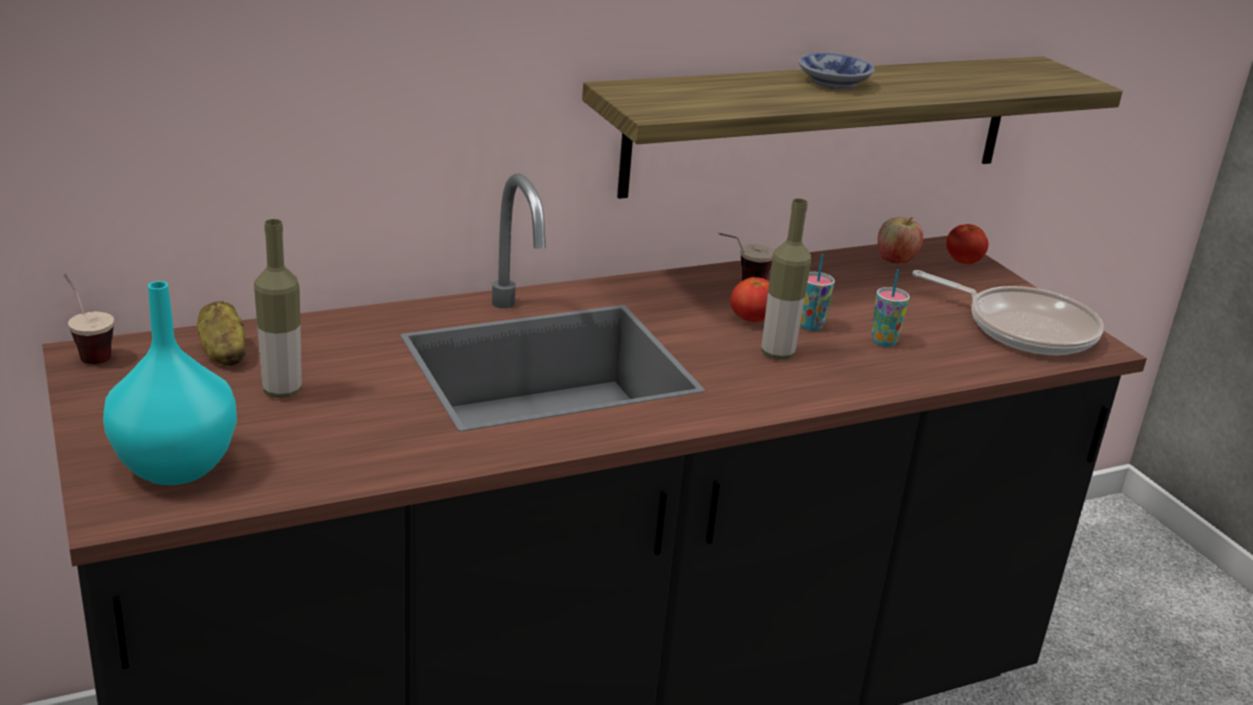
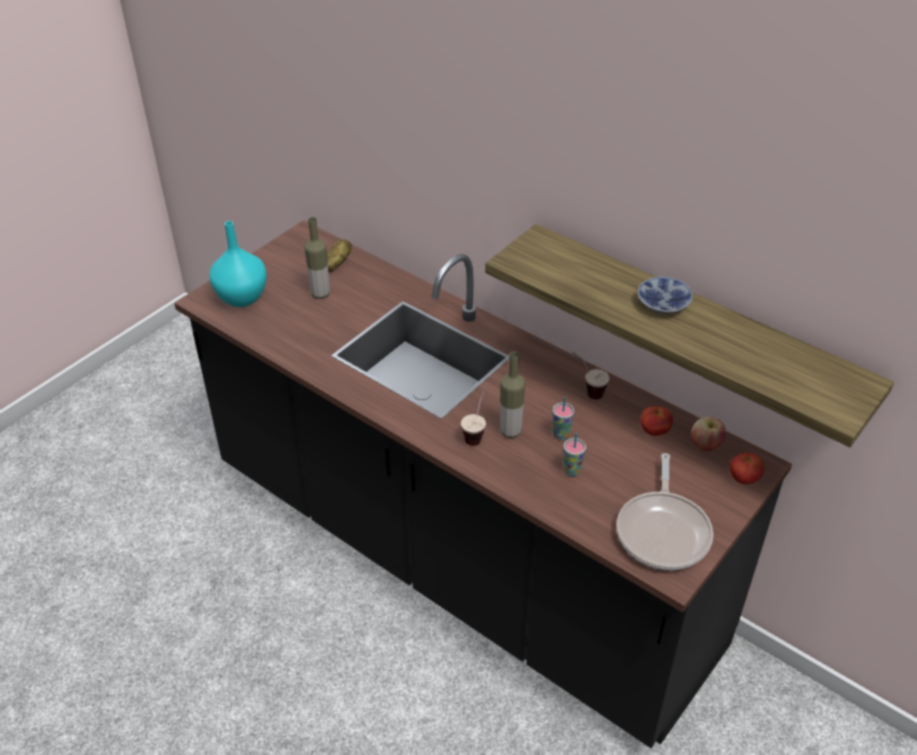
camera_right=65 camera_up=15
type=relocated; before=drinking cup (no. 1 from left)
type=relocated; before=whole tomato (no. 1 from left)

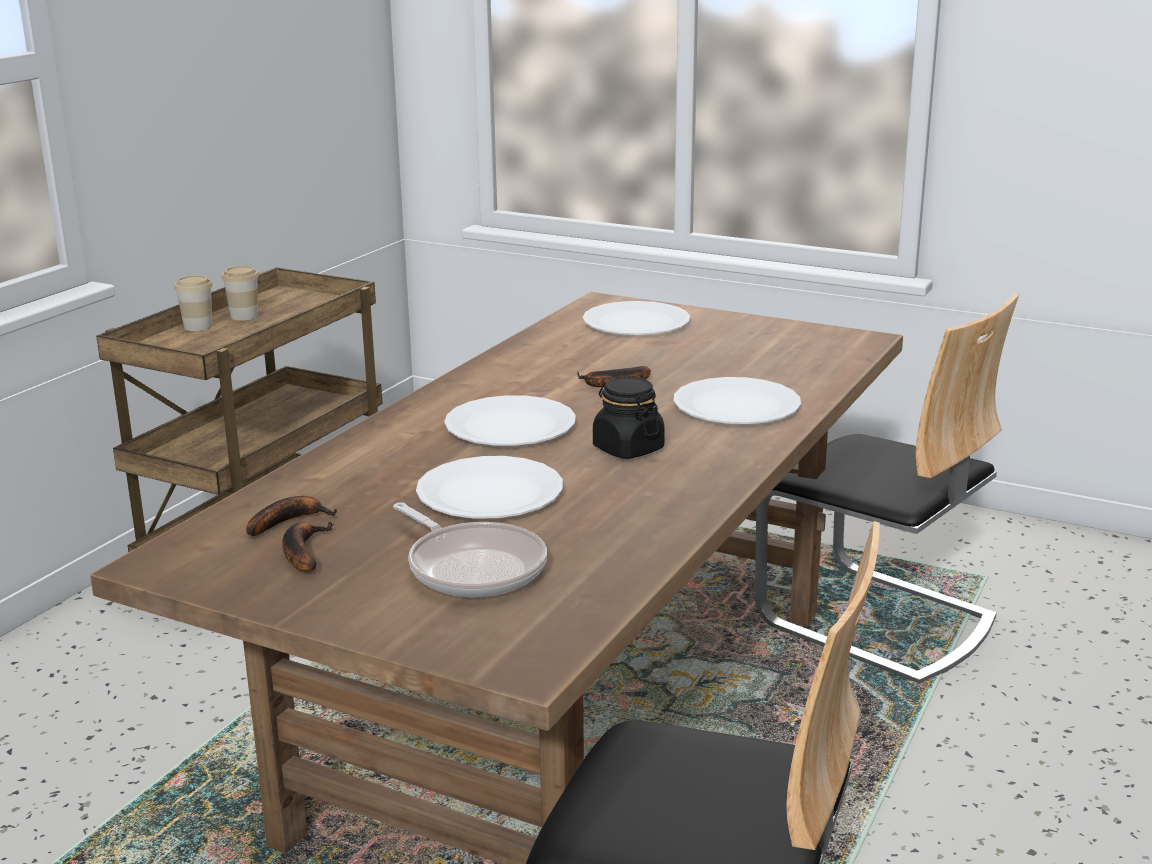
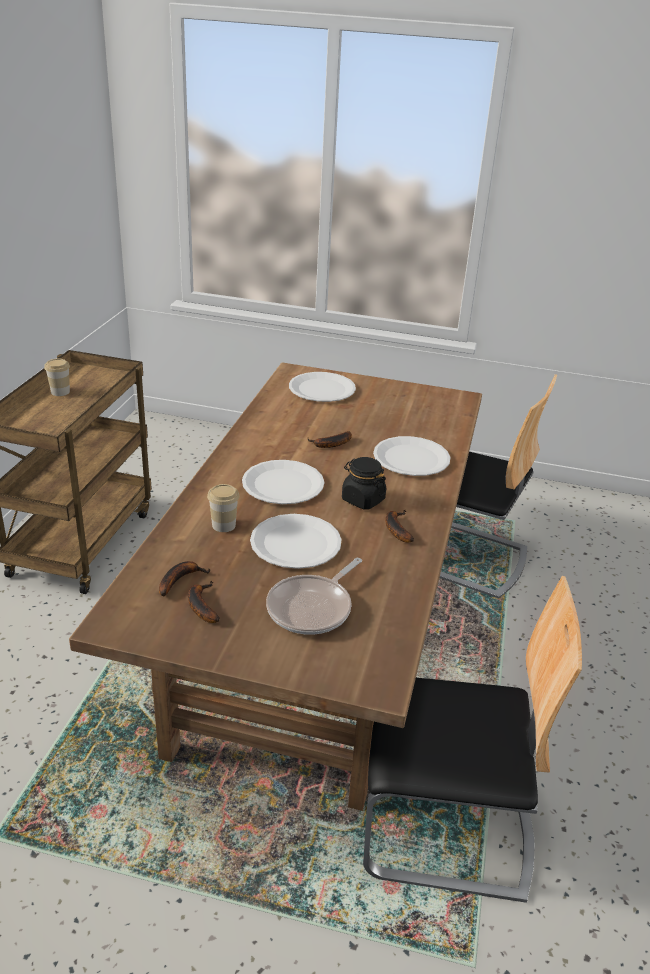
camera_right=-15 camera_up=10
type=appeared; after=banana fruit (no. 4 from left)
type=relocated; before=drinking cup (no. 1 from left in the first image); after=drinking cup (no. 2 from left)
type=spun; before=frying pan; turn=90

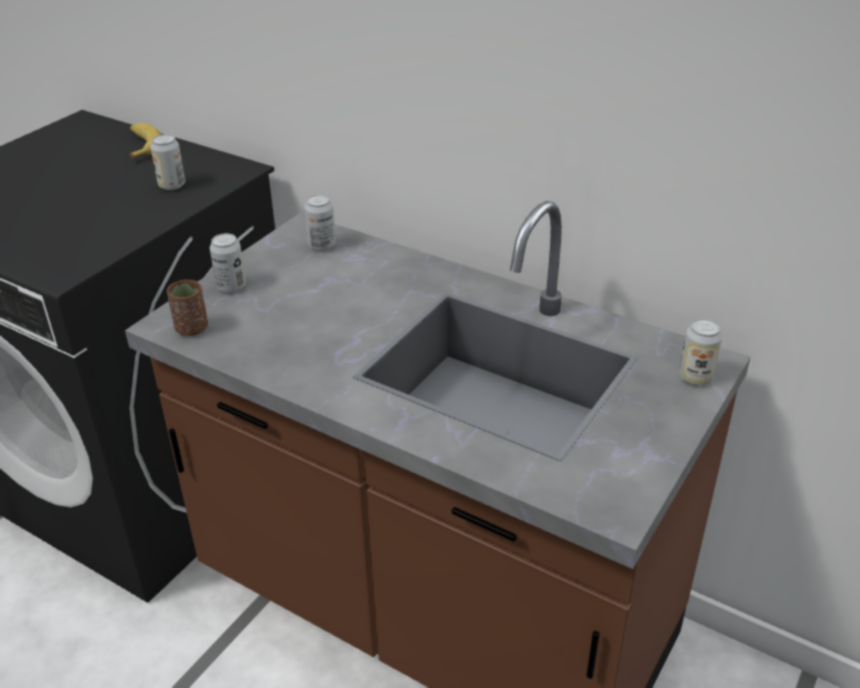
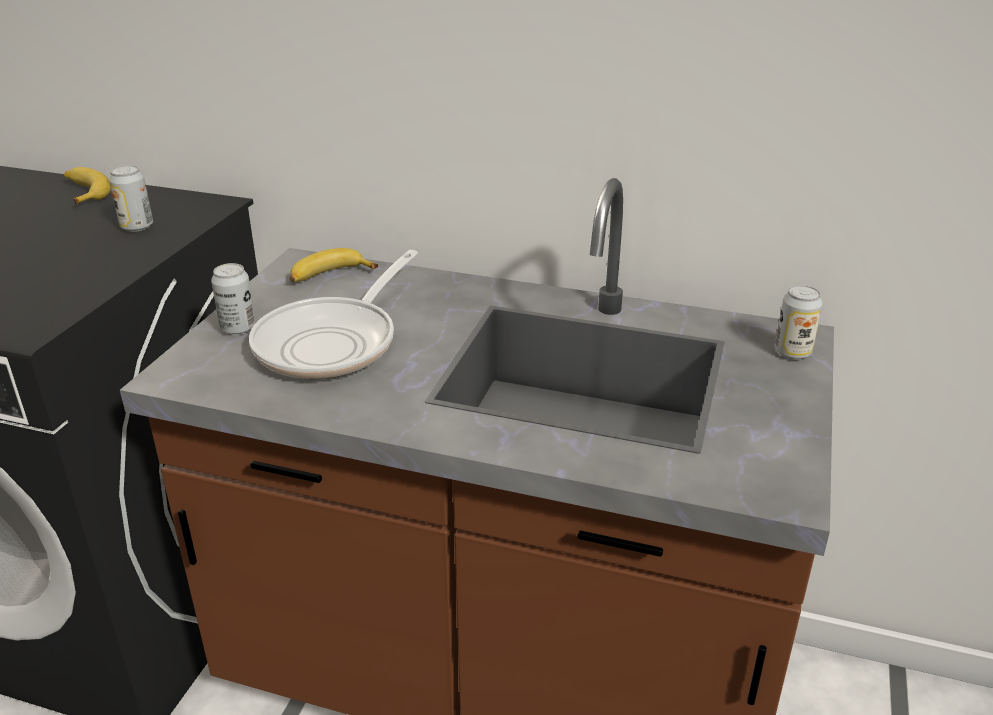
camera_right=-15 camera_up=-5
type=missing; before=brown-coloured drinking cup
type=appeared; after=frying pan
type=exchanged; before=sealed can (no. 3 from left); after=banana fruit (no. 2 from left)

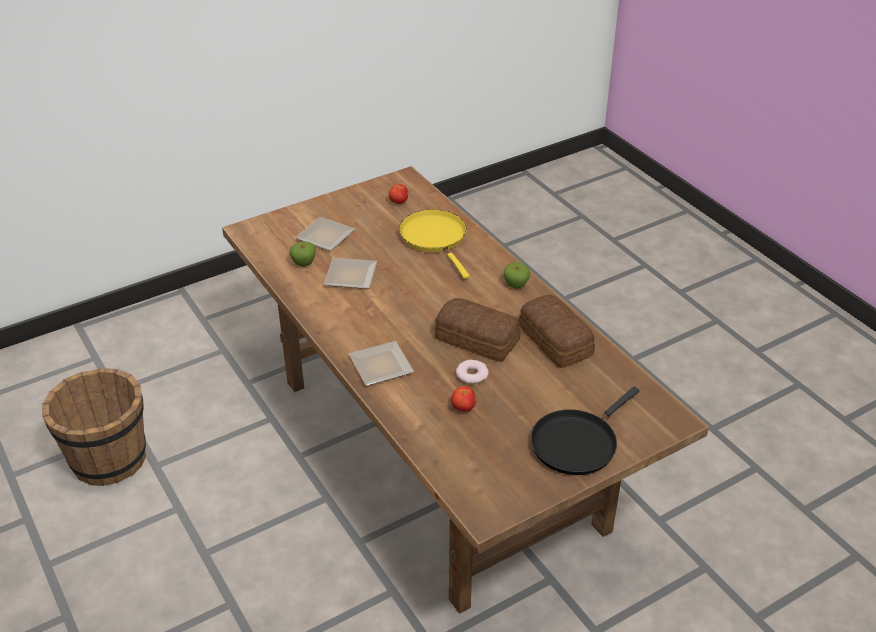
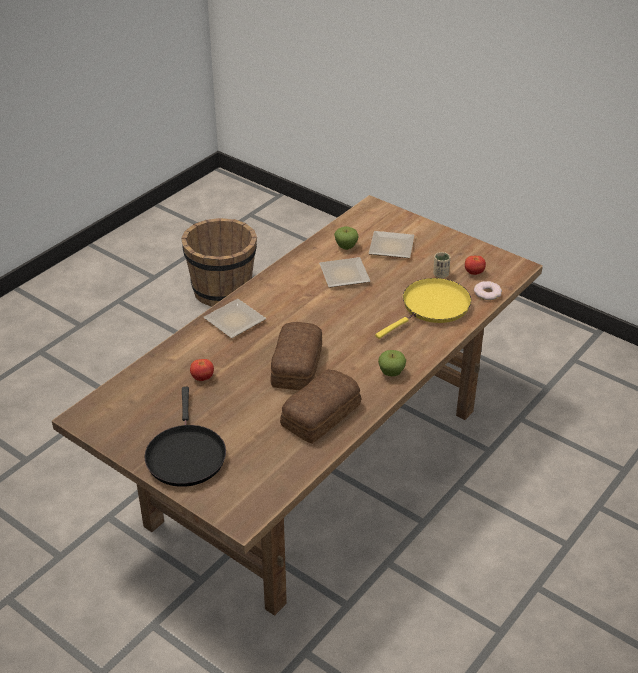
camera_right=70 camera_up=0
type=appeared; after=beige-coloured drinking cup
type=relocated; before=donut
type=spun; before=blackish frying pan; turn=-120

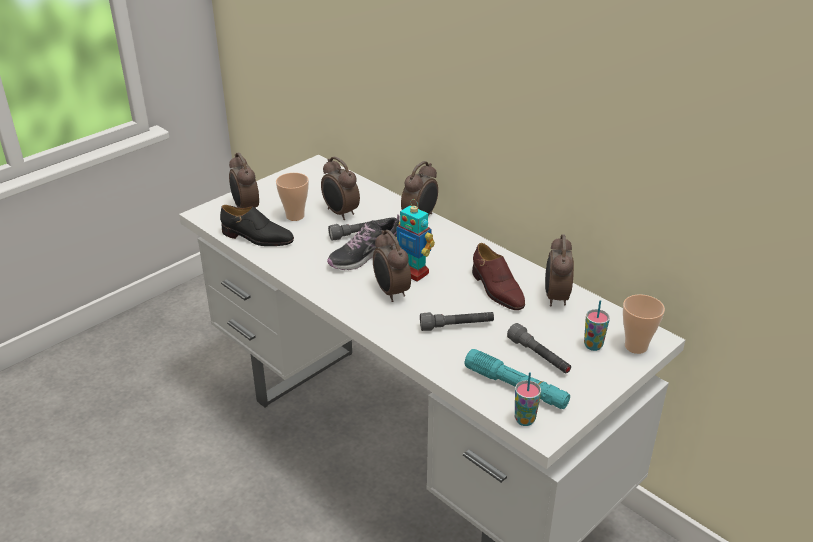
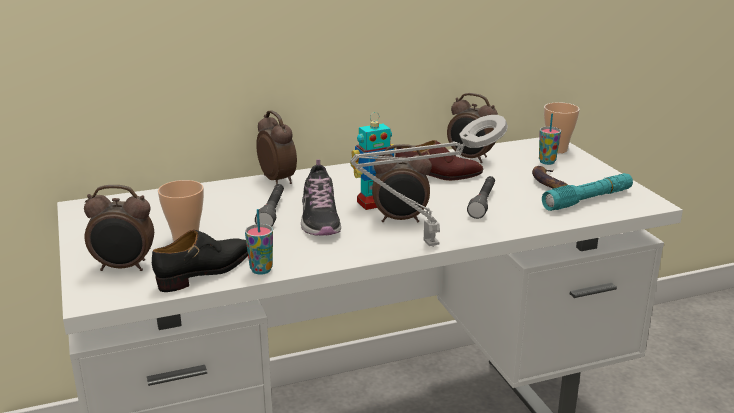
camera_right=-65 camera_up=-10
type=missing; before=alarm clock (no. 2 from left)
type=appeared; after=gray tabletop lamp
type=relocated; before=drinking cup (no. 2 from left)
type=exchanged; before=gray hand torch (no. 3 from left); after=banana fruit

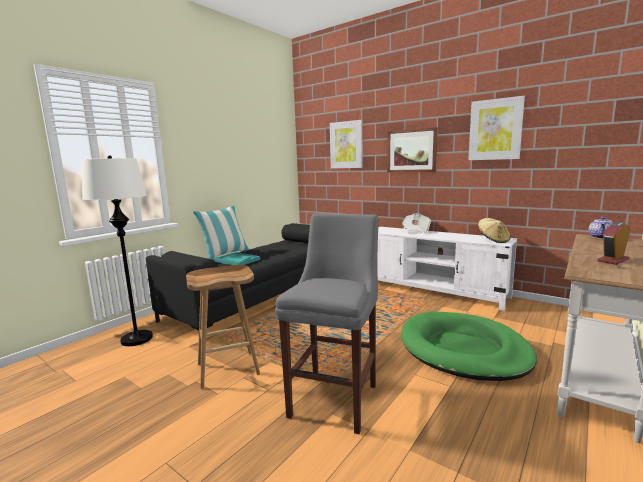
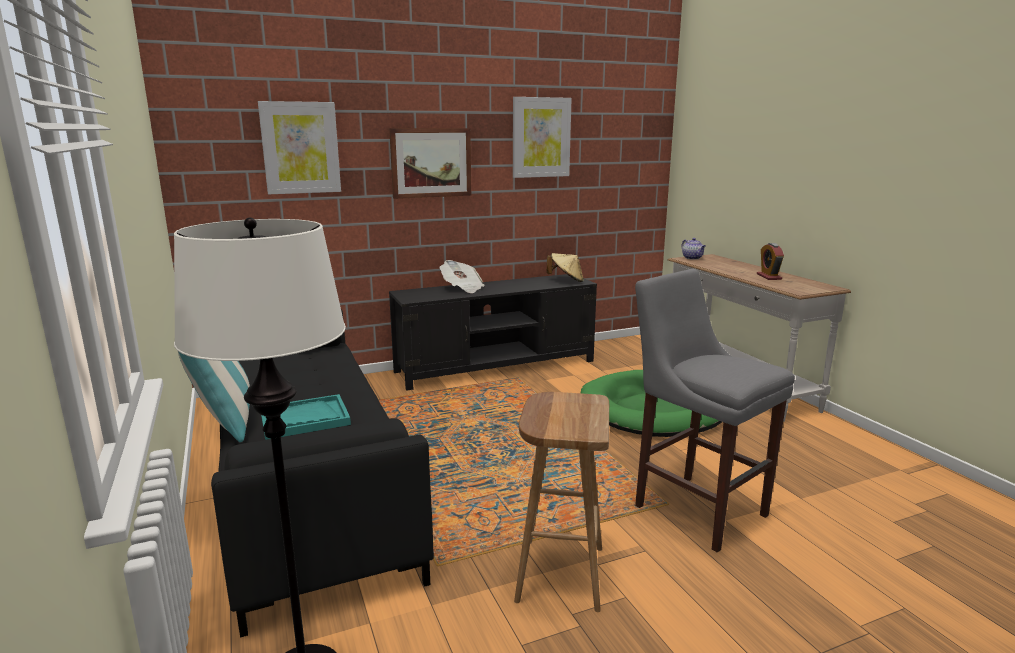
camera_right=-60 camera_up=5
type=colour; before=whitish tv unit; after=blackish tv unit

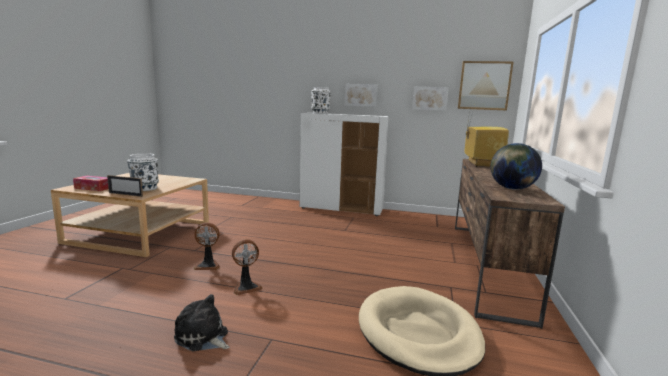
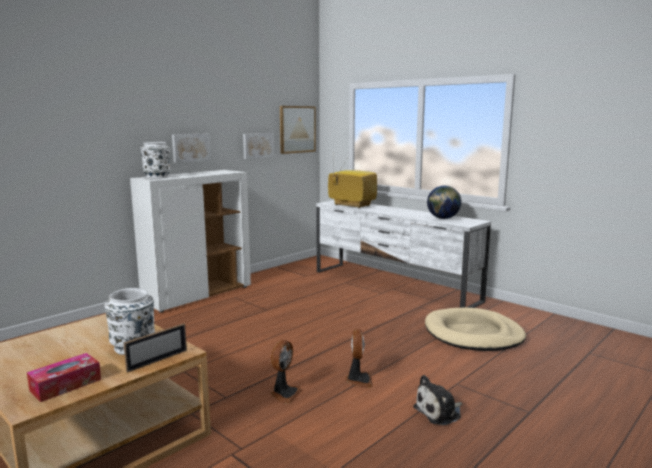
camera_right=-60 camera_up=0
type=colour; before=brown-coloured tv unit; after=whitish tv unit

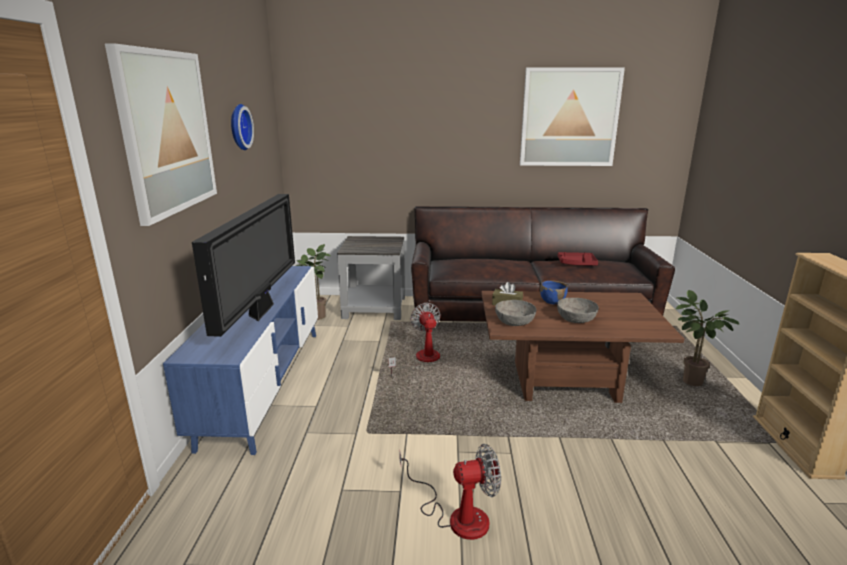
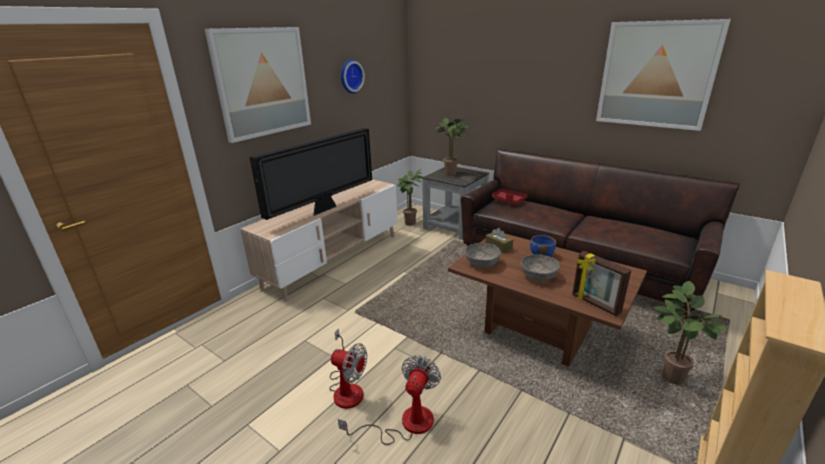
camera_right=35 camera_up=5
type=appeared; after=plant in a pot (no. 2 from left)
type=appeared; after=standing frame
type=relocated; before=cooling fan (no. 1 from left in the first image); after=cooling fan (no. 2 from left)
type=relocated; before=red carrying tray
type=colour; before=blue tv unit; after=beige-coloured tv unit

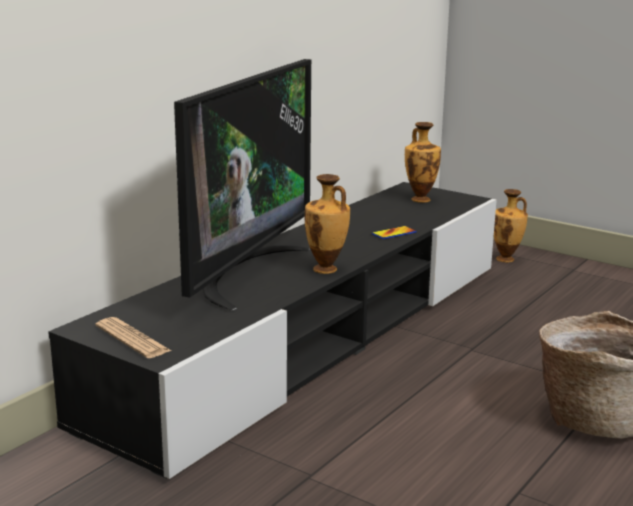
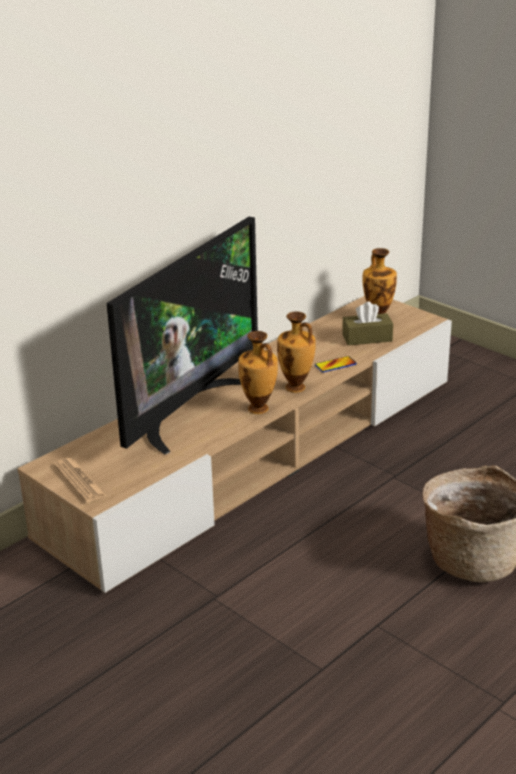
camera_right=10 camera_up=10
type=appeared; after=brown-coloured tissue holder
type=relocated; before=decorative vase (no. 3 from left in the first image); after=decorative vase (no. 2 from left)
type=colour; before=blackish tv unit; after=beige-coloured tv unit

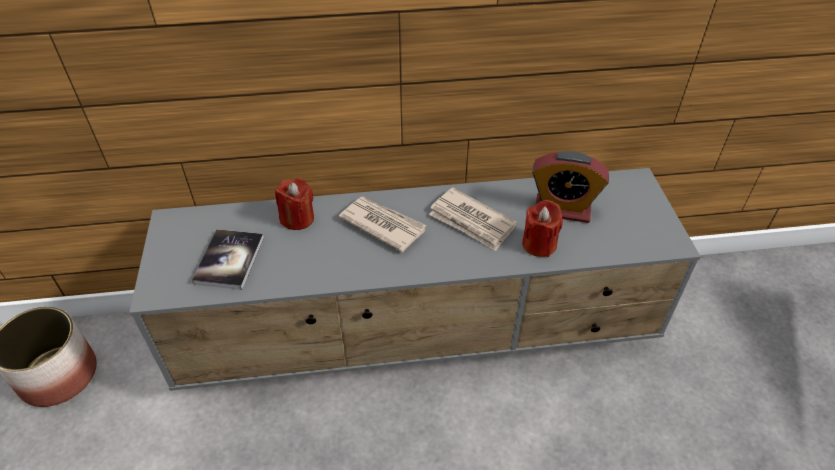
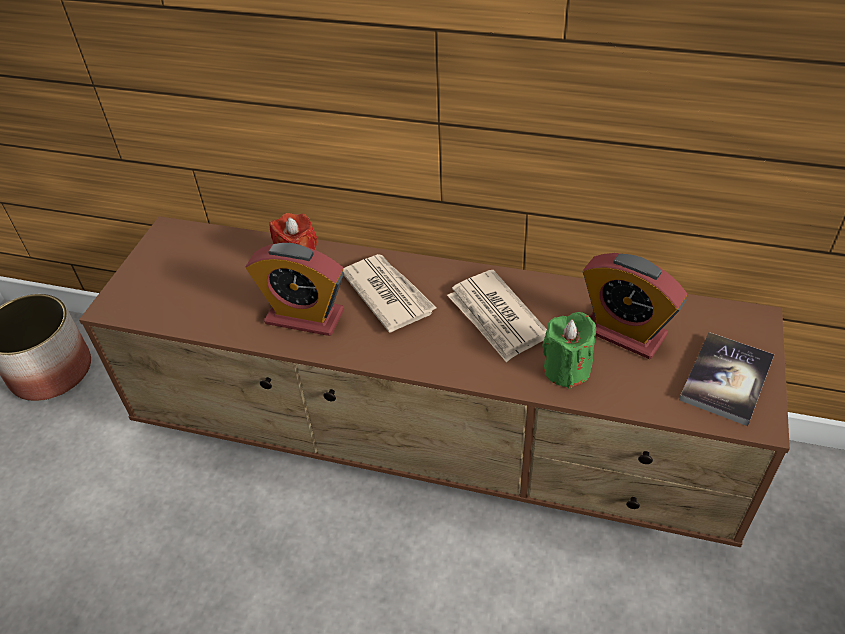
camera_right=25 camera_up=0
type=appeared; after=alarm clock (no. 1 from left)
type=relocated; before=book
type=colour; before=gray tv unit; after=brown-coloured tv unit
type=colour; before=red wax light (no. 2 from left); after=green wax light

